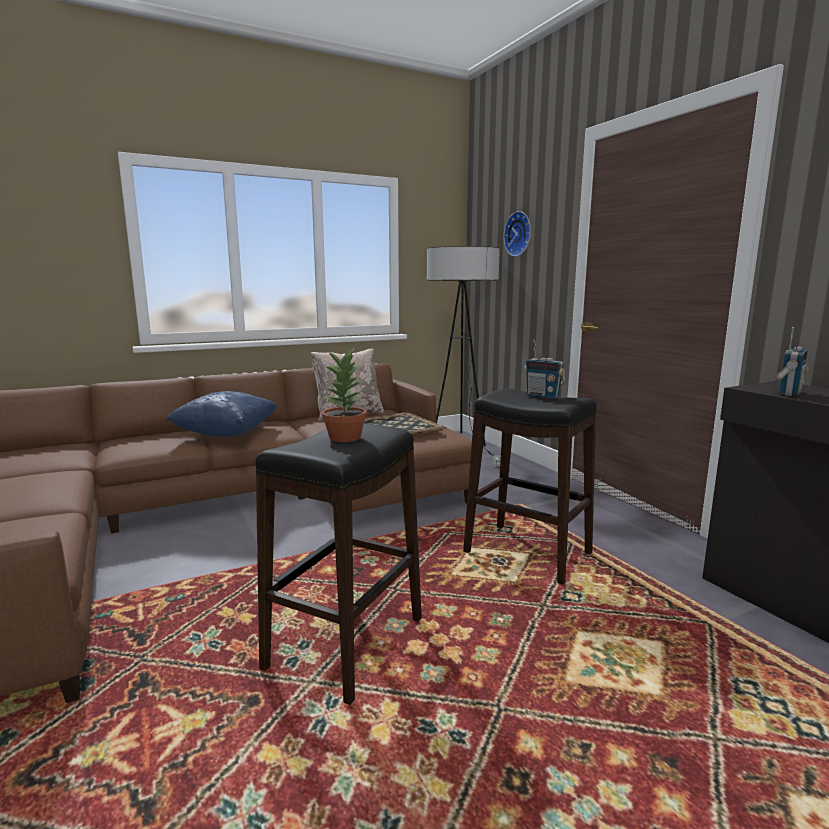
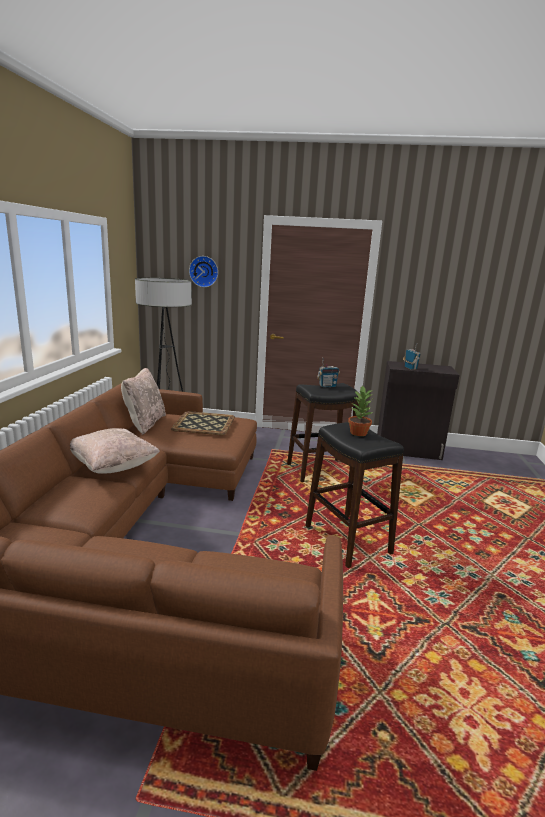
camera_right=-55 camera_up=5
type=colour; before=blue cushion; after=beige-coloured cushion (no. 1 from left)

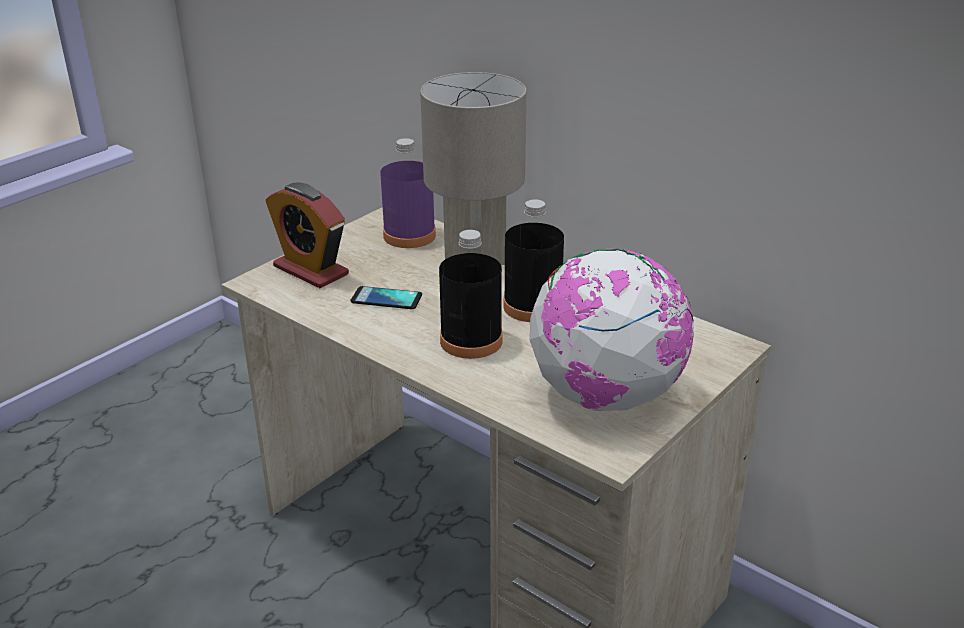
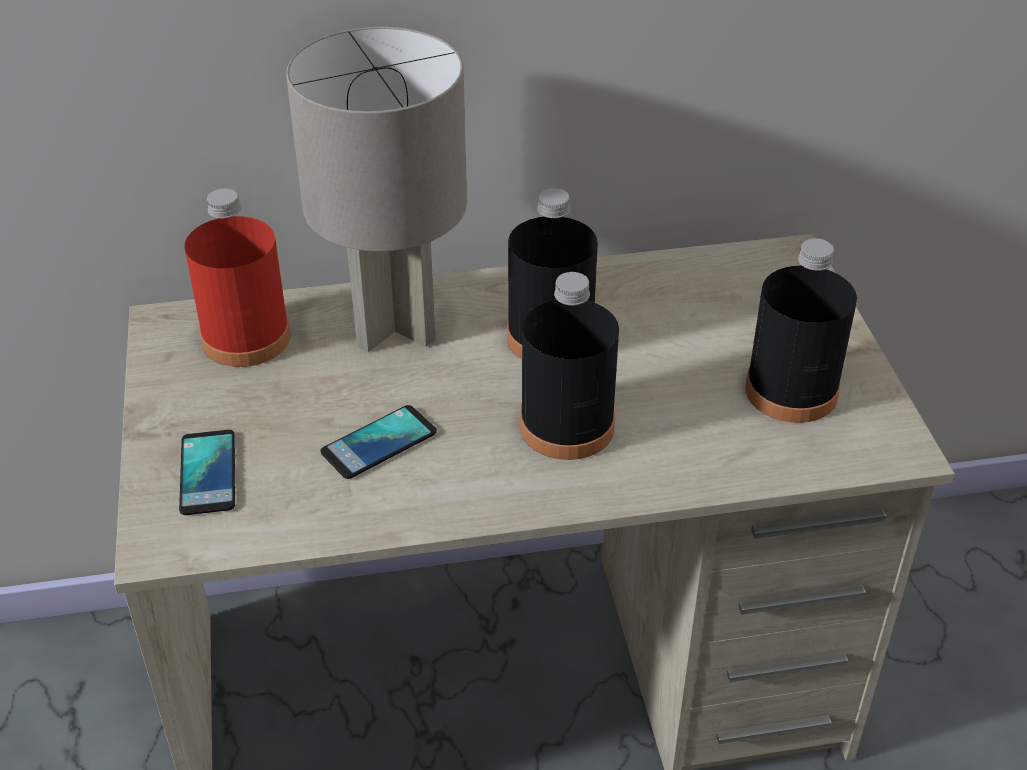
camera_right=-50 camera_up=10
type=exchanged; before=alarm clock; after=telephone (no. 1 from left)
type=exchanged; before=world globe; after=blackish bottle (no. 3 from left)
type=colour; before=purplish bottle; after=red bottle

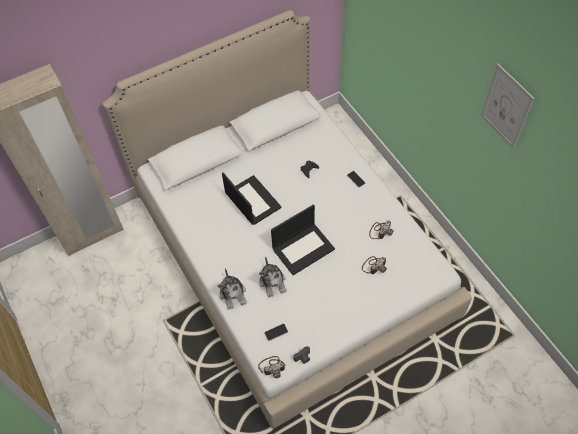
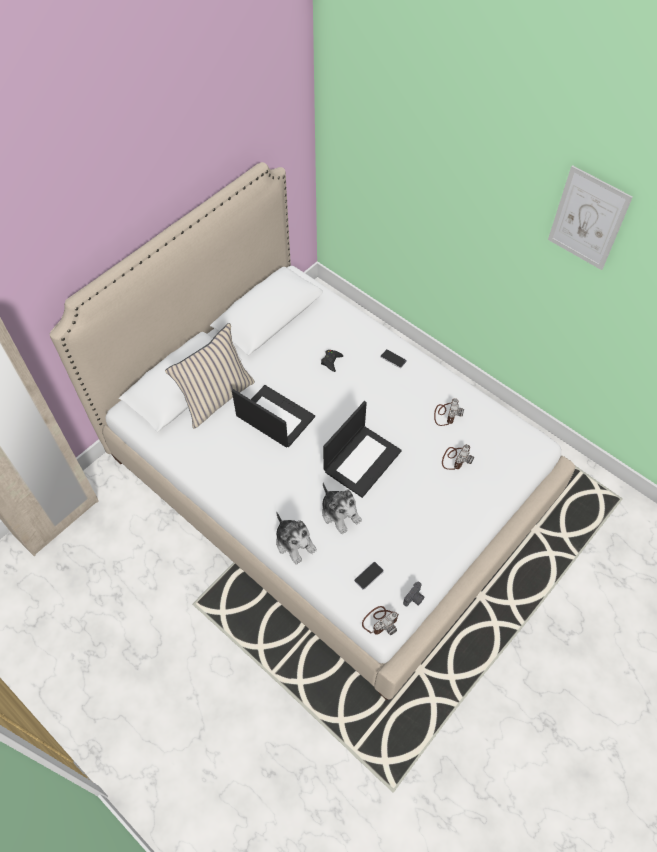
camera_right=-20 camera_up=0
type=appeared; after=beige-coloured cushion

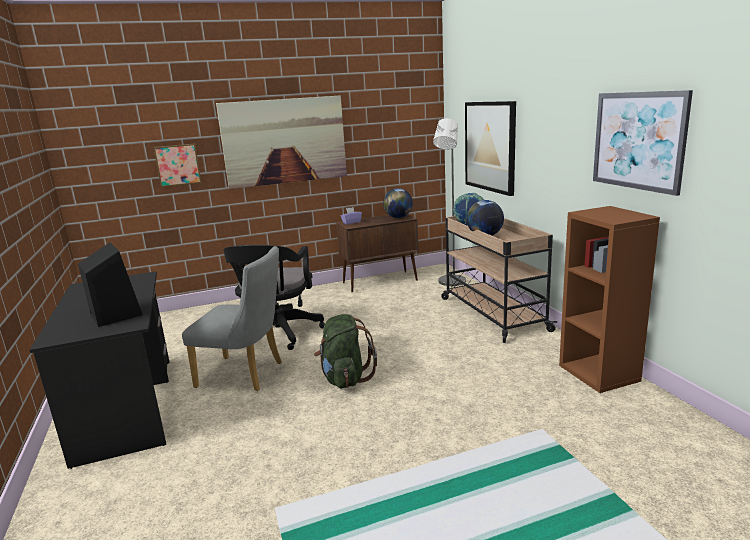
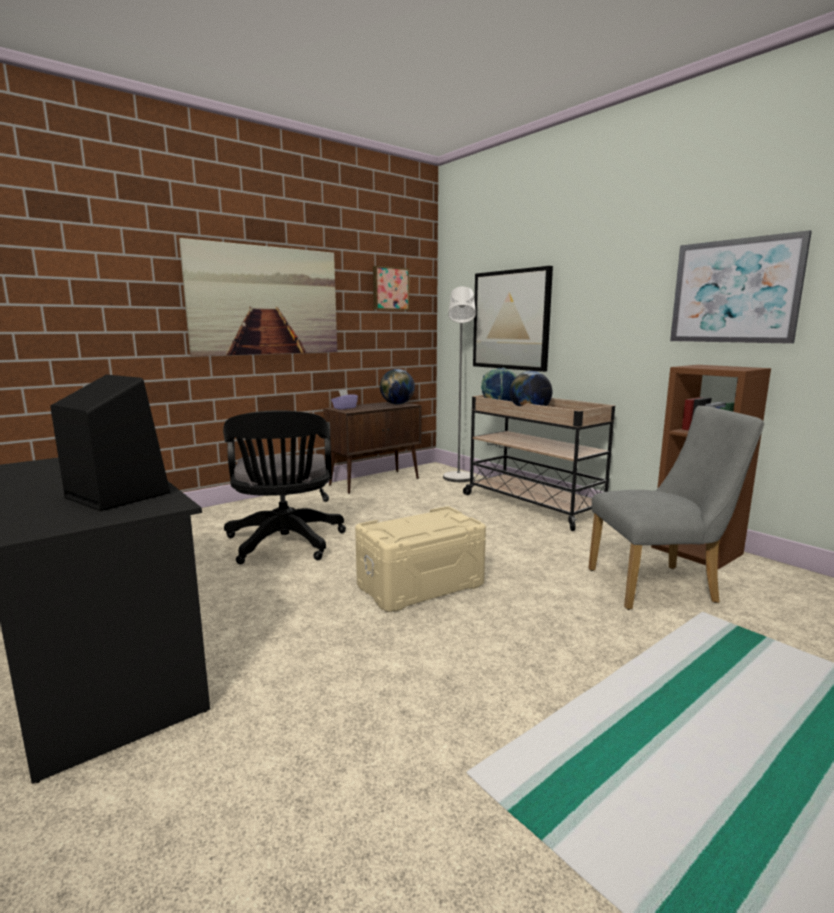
camera_right=-20 camera_up=-5
type=relocated; before=wall art (no. 1 from left in the first image); after=wall art (no. 2 from left)
type=relocated; before=gray chair
type=exchanged; before=green backpack; after=beige-coloured storage container

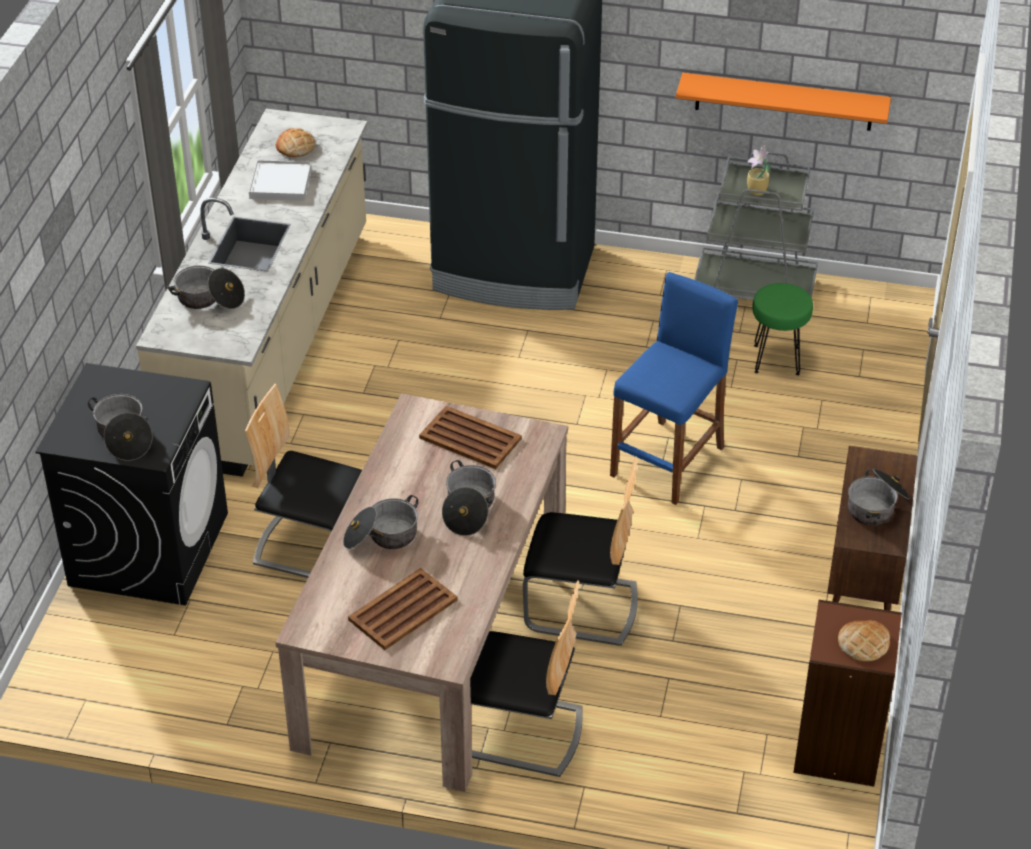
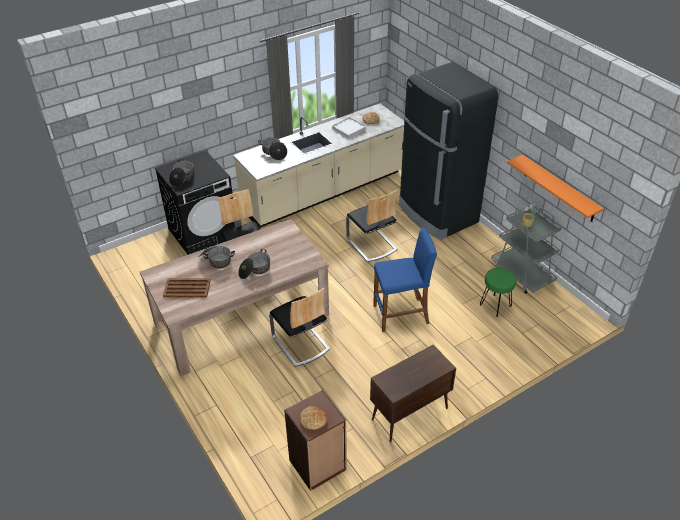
camera_right=45 camera_up=0
type=missing; before=brown-coloured carrying tray (no. 2 from left)
type=missing; before=stockpot (no. 5 from left)
type=relocated; before=chair (no. 2 from left in the first image); after=chair (no. 3 from left)

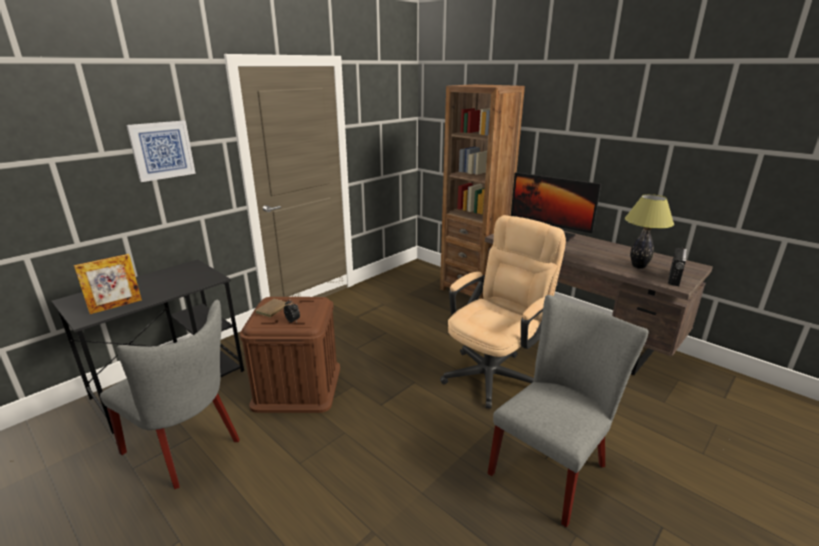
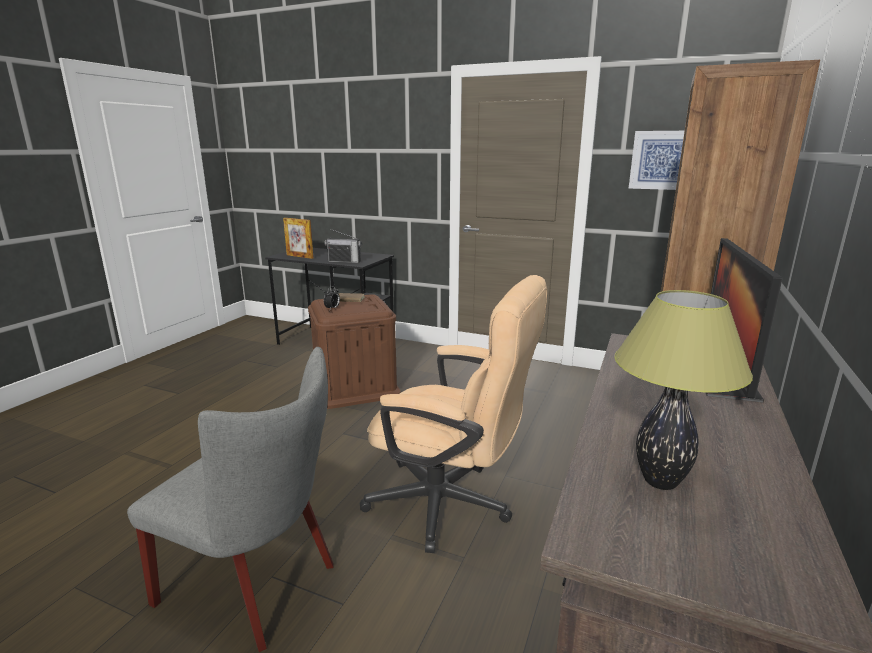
camera_right=70 camera_up=-5
type=missing; before=gray chair (no. 1 from left)
type=relocated; before=wall art
type=relocated; before=radio receiver

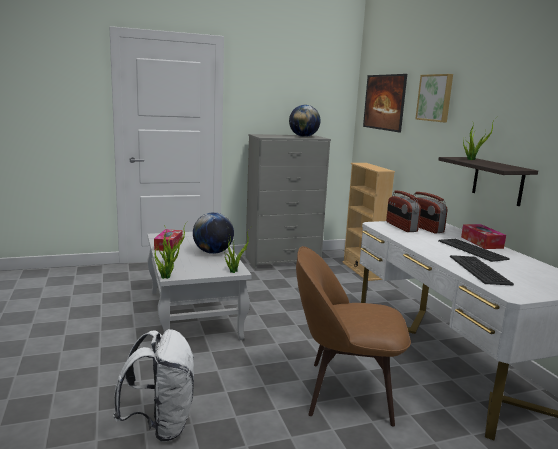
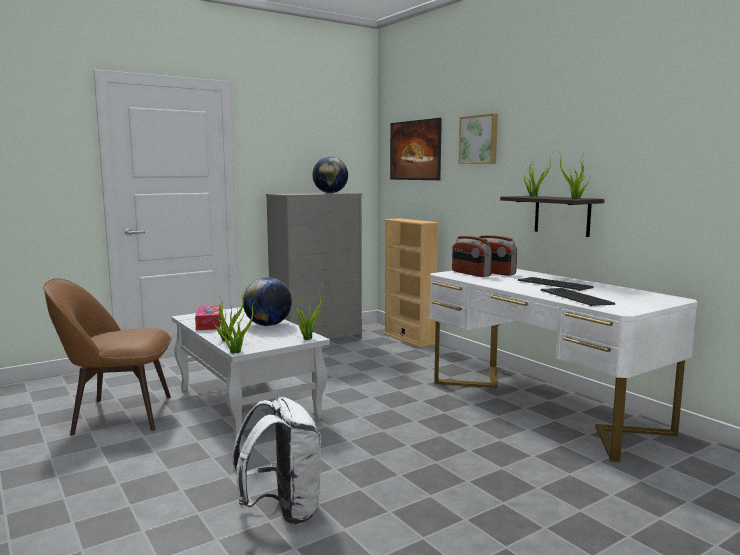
camera_right=-15 camera_up=-5
type=missing; before=tissue holder (no. 2 from left)
type=appeared; after=plant in a pot (no. 5 from left)
type=relocated; before=brown-coloured chair

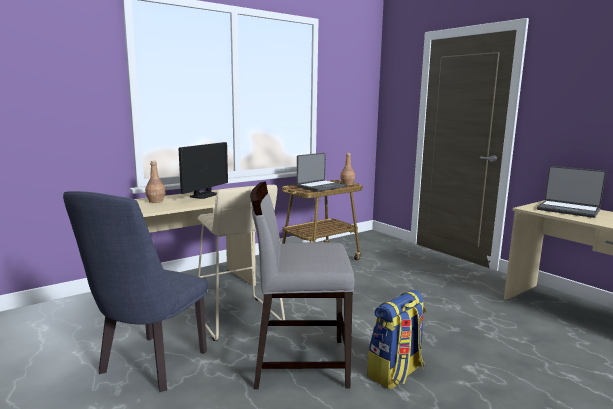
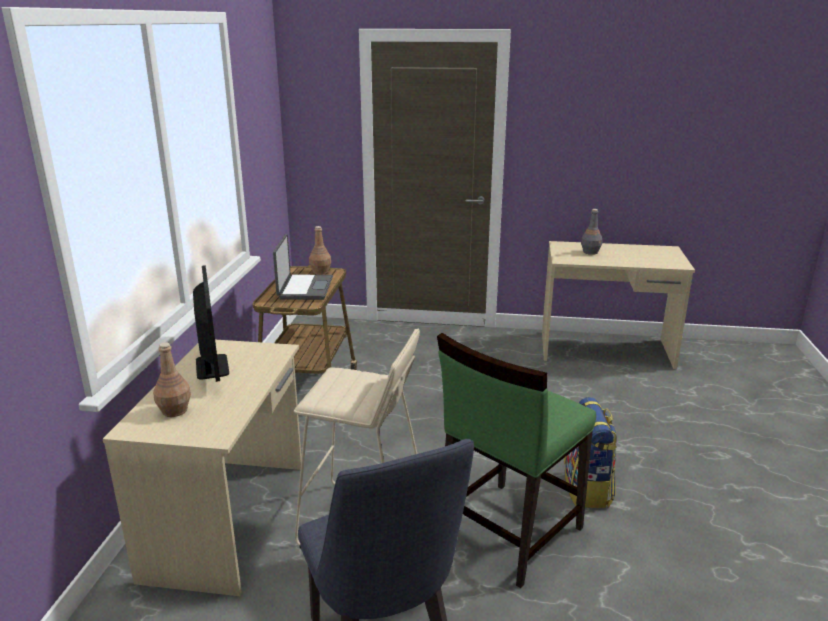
camera_right=-45 camera_up=10
type=exchanged; before=laptop (no. 2 from left); after=gray bottle
type=colour; before=gray chair; after=green chair

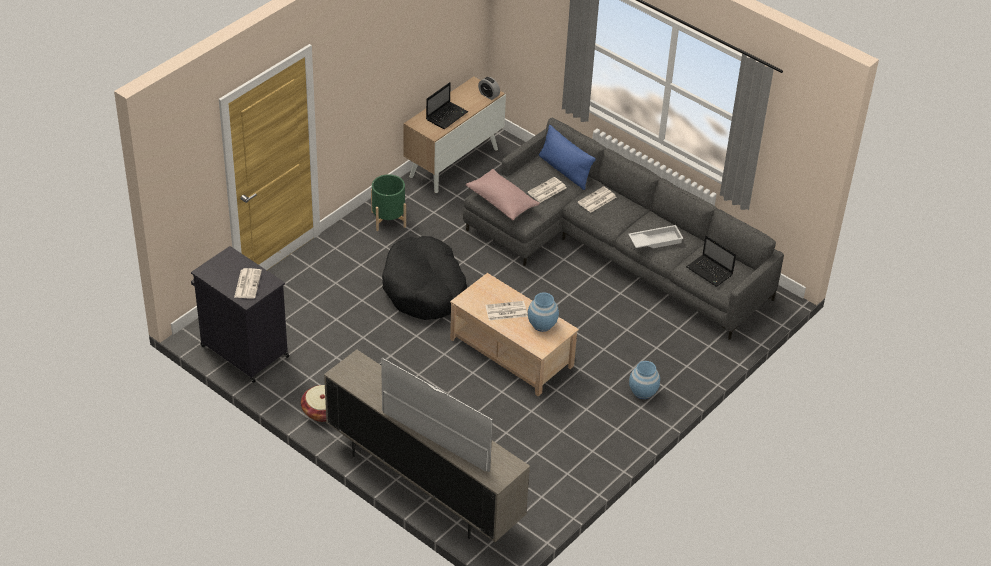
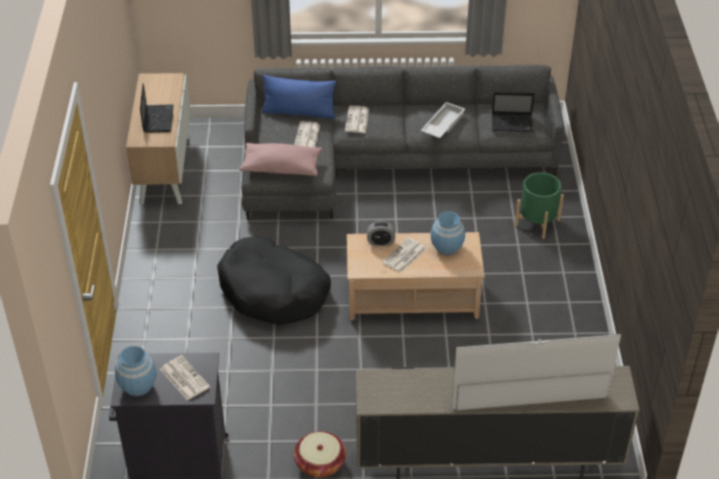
camera_right=-40 camera_up=0
type=relocated; before=green plant pot
type=relocated; before=alarm clock
type=relocated; before=blue decorative vase (no. 2 from left in the first image); after=blue decorative vase (no. 1 from left)

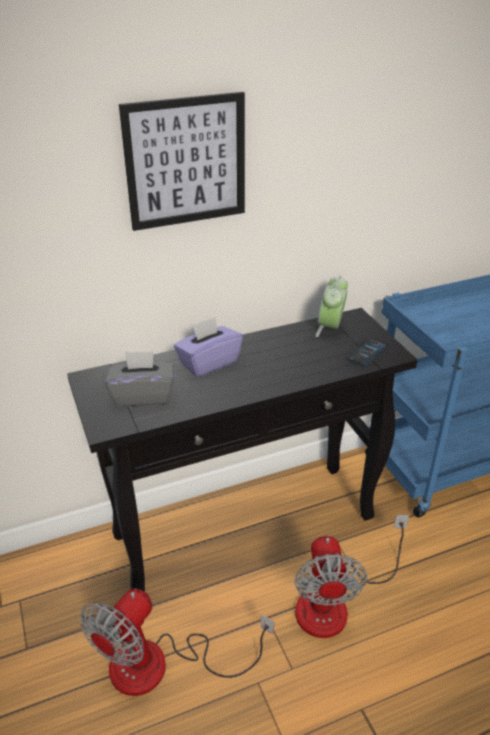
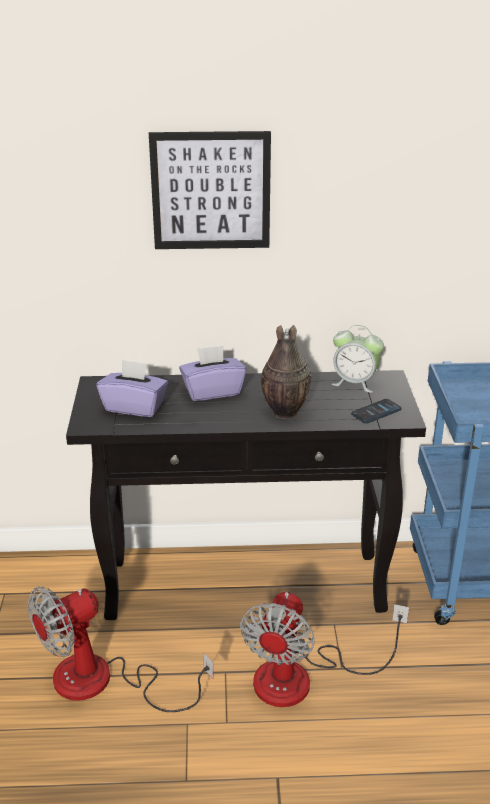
camera_right=20 camera_up=-5
type=appeared; after=decorative vase
type=colour; before=gray tissue holder; after=purplish tissue holder (no. 1 from left)
type=spun; before=alarm clock; turn=-105

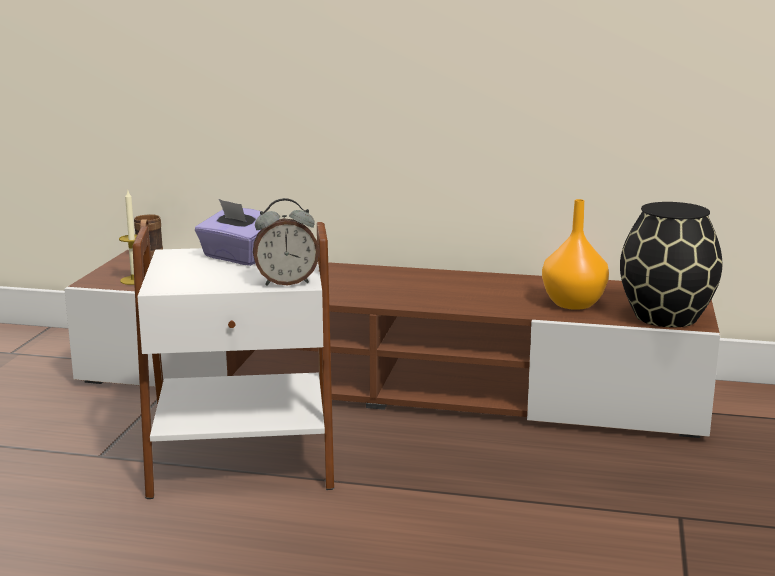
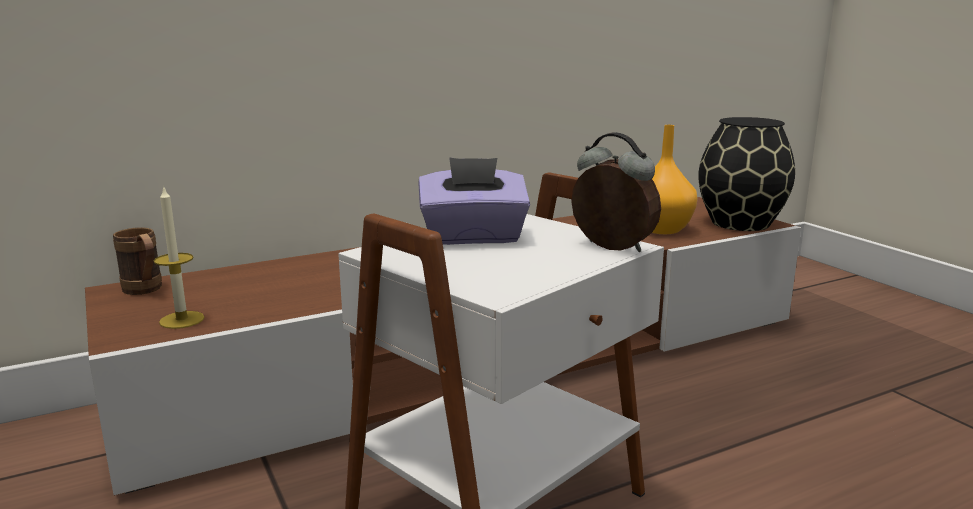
camera_right=-40 camera_up=0
type=spun; before=alarm clock; turn=-90

